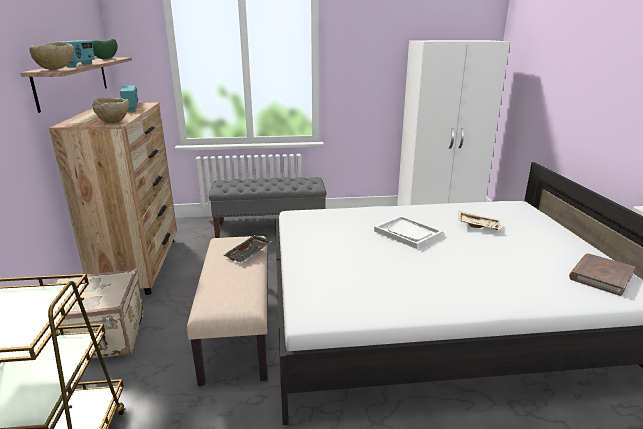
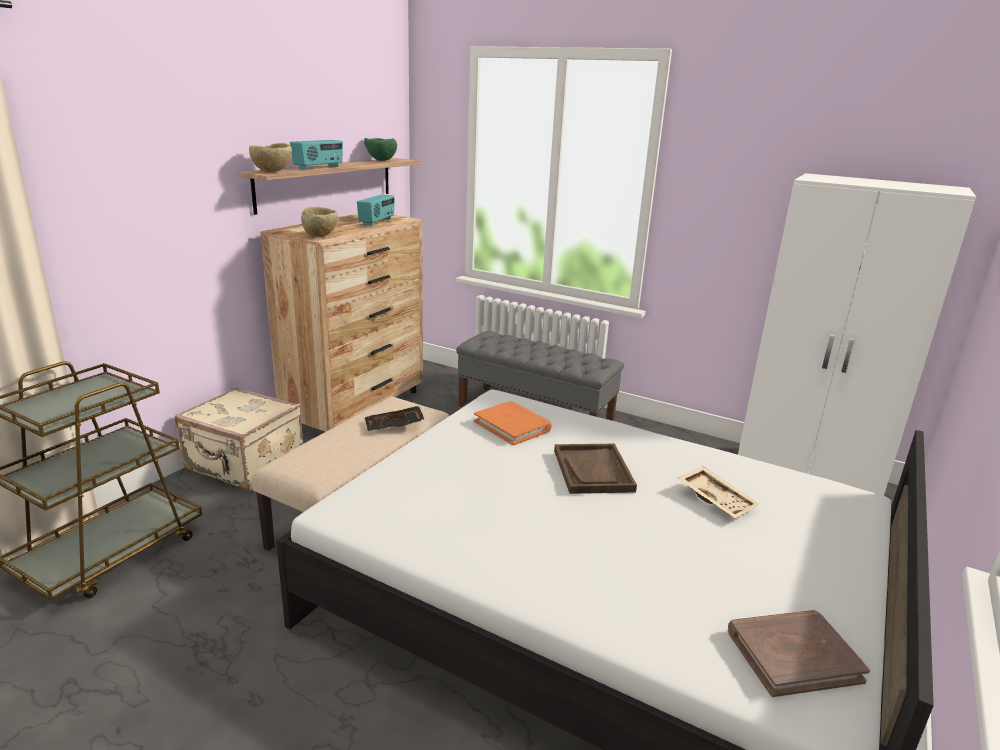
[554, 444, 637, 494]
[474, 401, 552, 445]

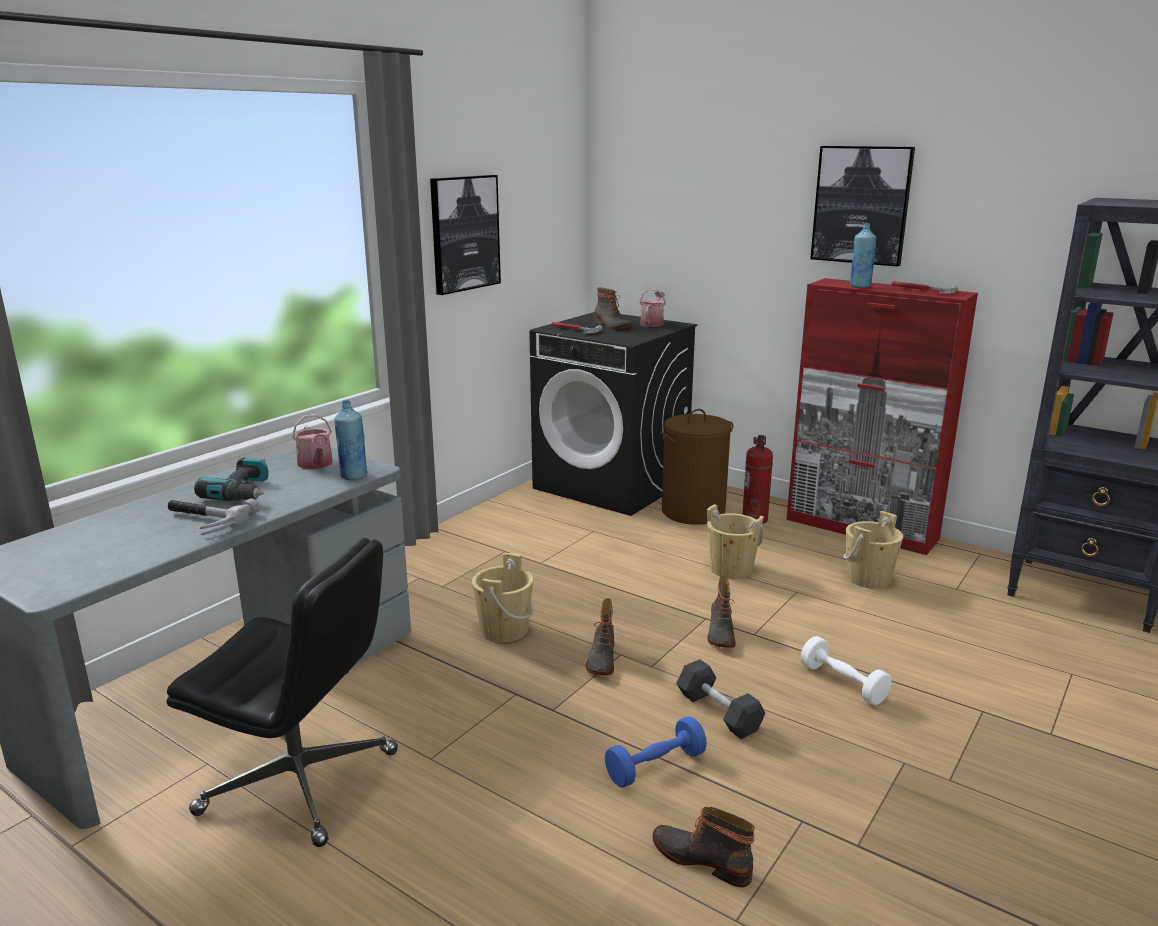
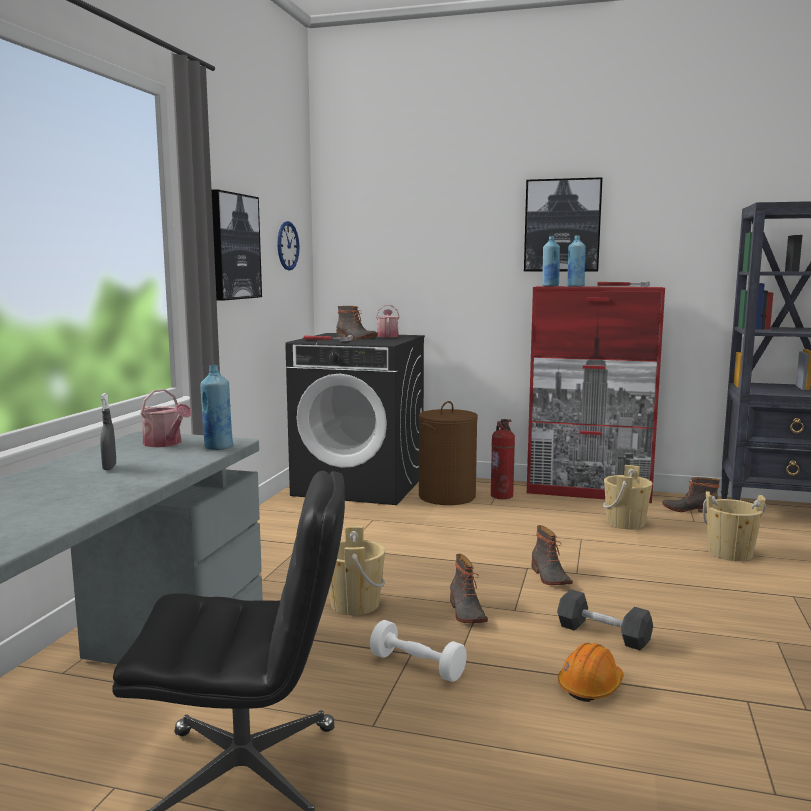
[168, 498, 260, 535] (first image)
[100, 393, 116, 470]
[558, 643, 623, 702]
[662, 477, 720, 513]
[703, 491, 766, 561]
[370, 620, 467, 682]
[277, 221, 299, 270]
[542, 236, 560, 286]

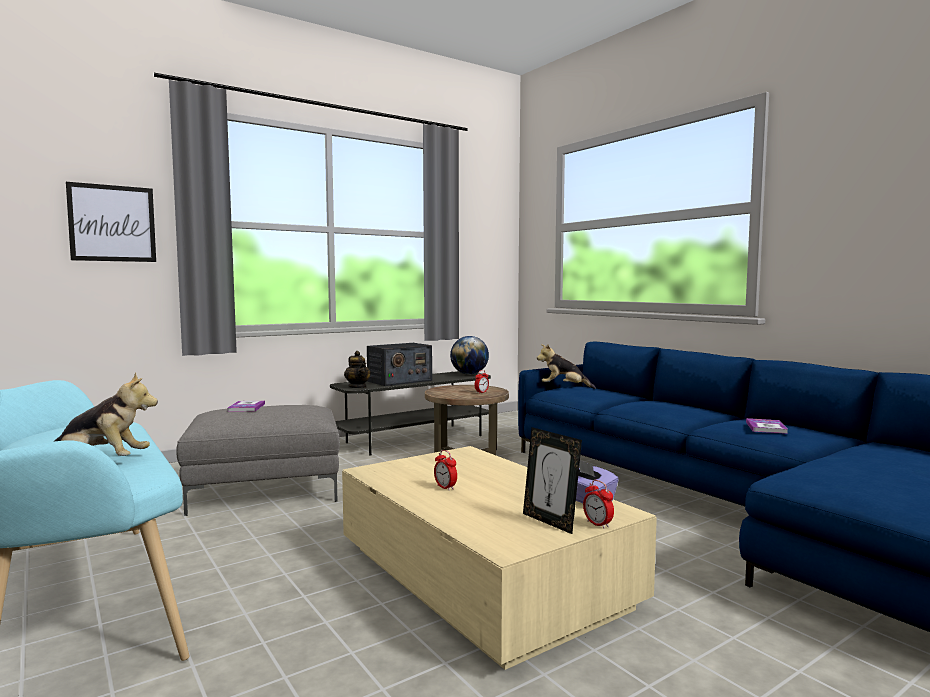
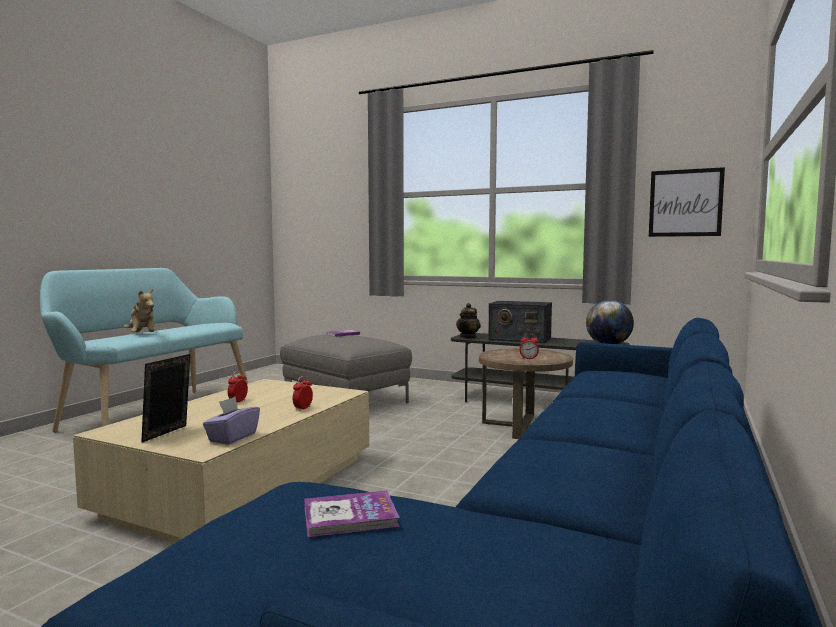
[649, 167, 725, 237]
[537, 344, 596, 389] (first image)
[293, 376, 313, 411]
[304, 491, 400, 537]

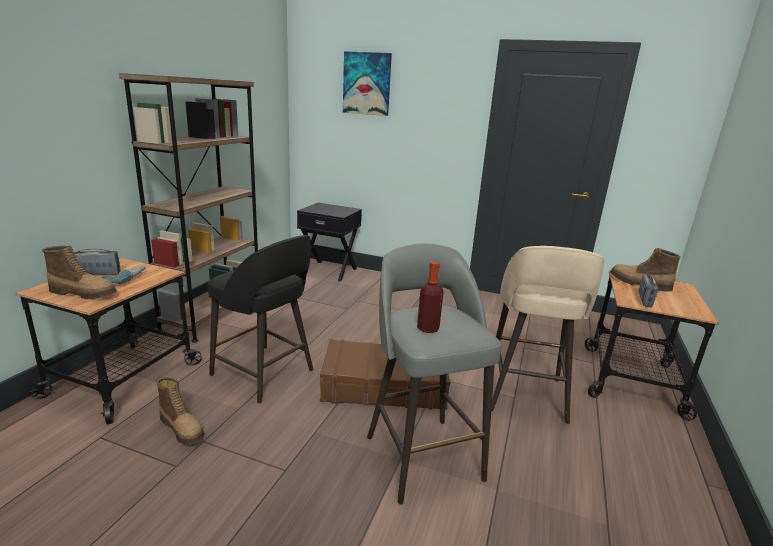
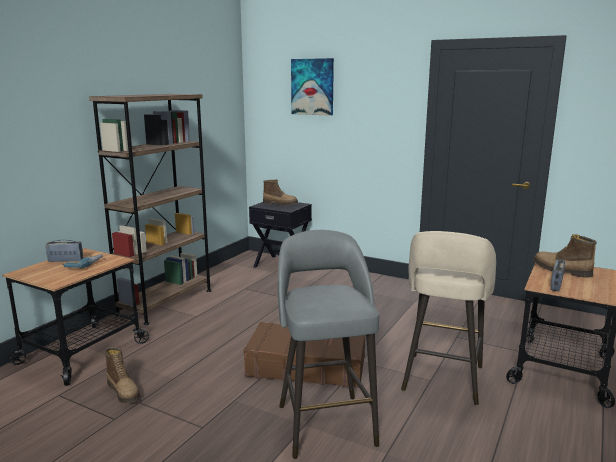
[263, 179, 298, 206]
[208, 235, 313, 403] (first image)
[417, 261, 444, 333] (first image)

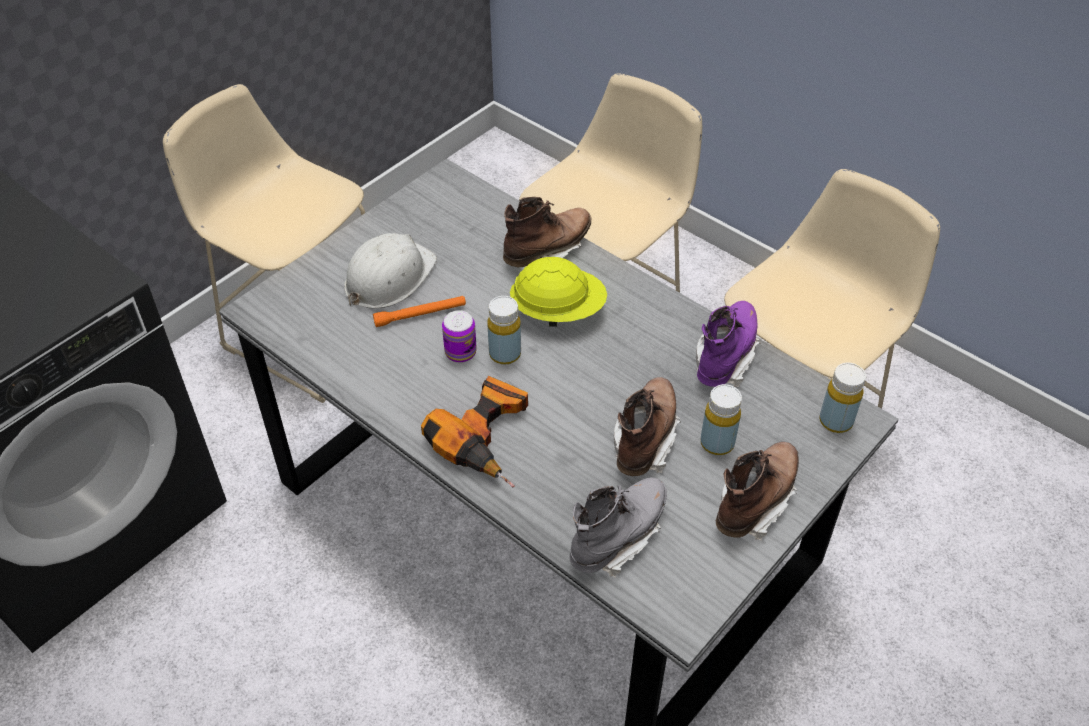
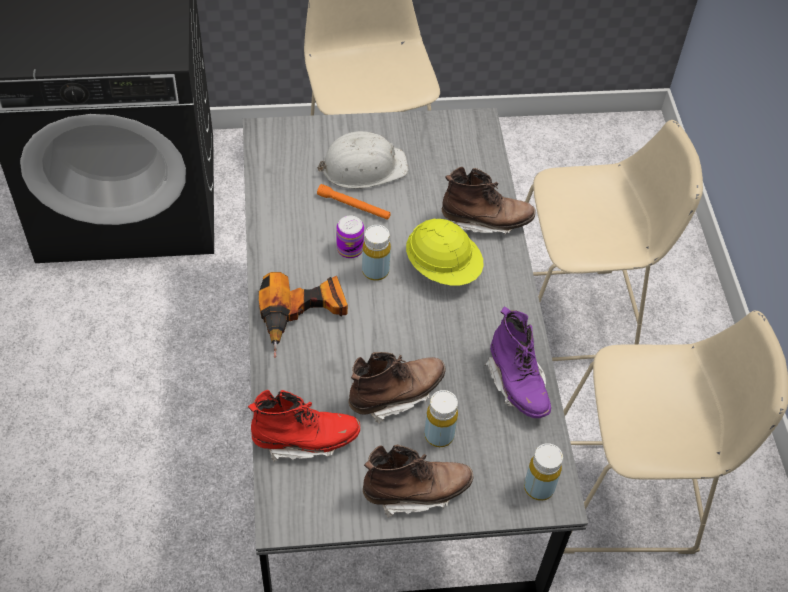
[248, 390, 360, 462]
[484, 306, 551, 418]

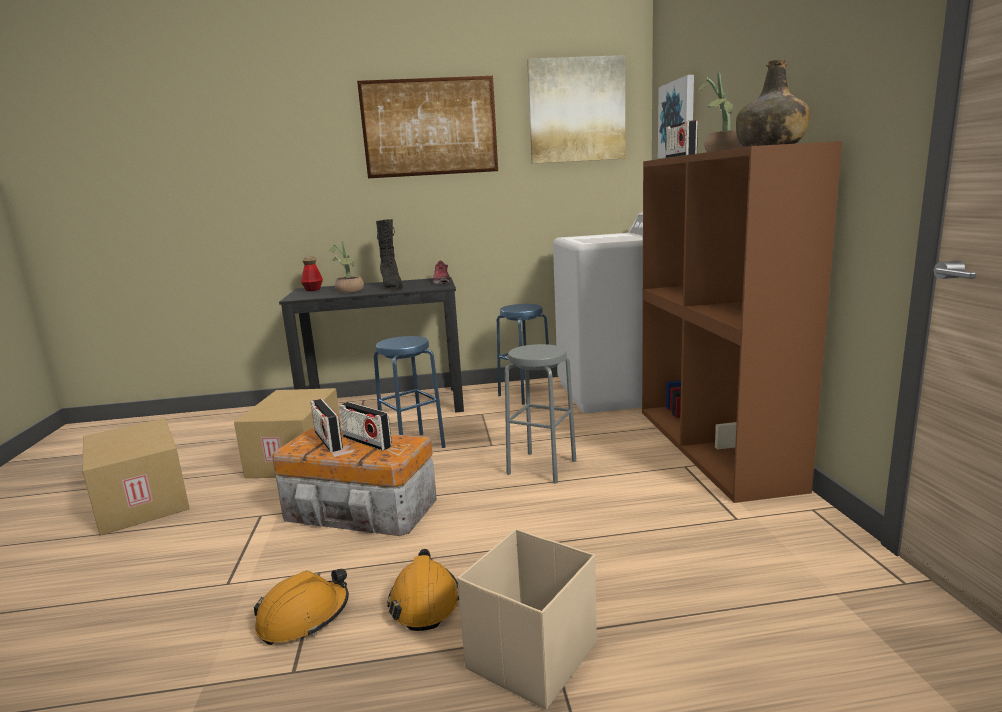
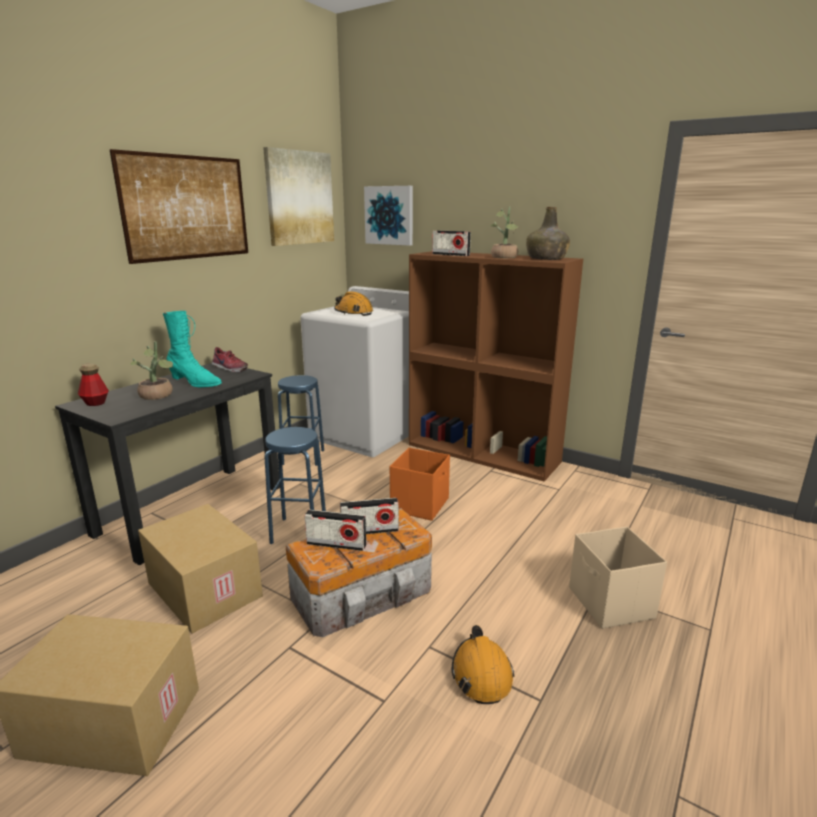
[163, 311, 222, 388]
[334, 291, 373, 316]
[390, 448, 450, 521]

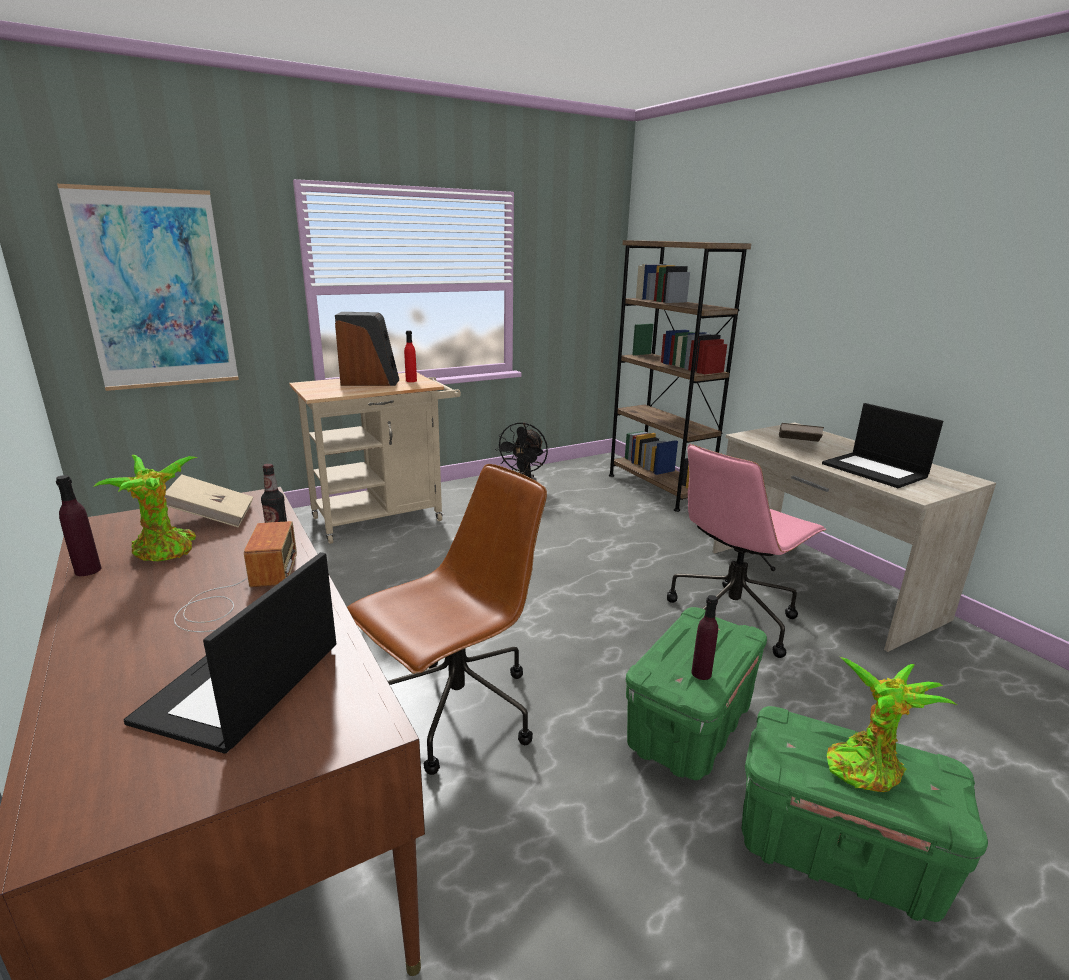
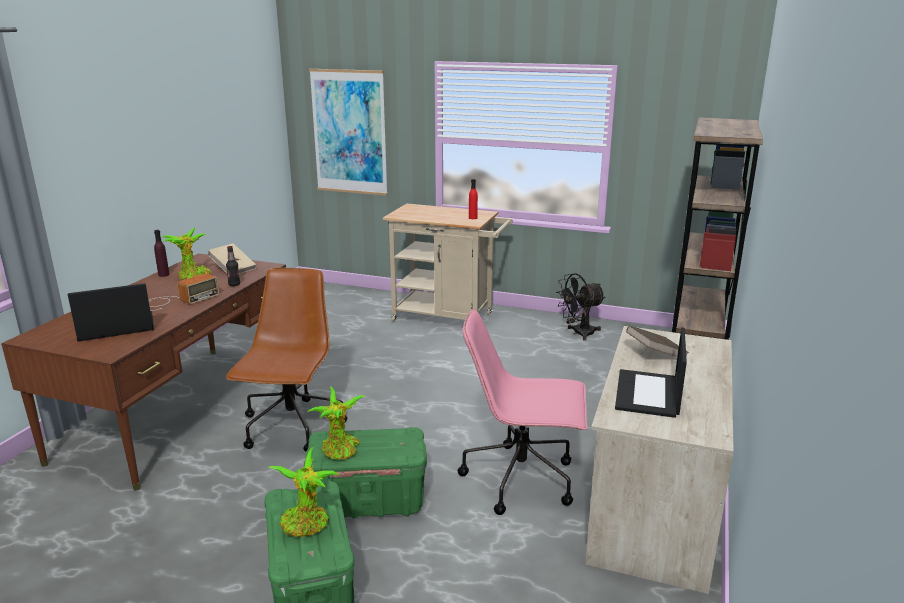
[335, 312, 399, 386] (first image)
[226, 268, 347, 452]
[307, 387, 366, 460]

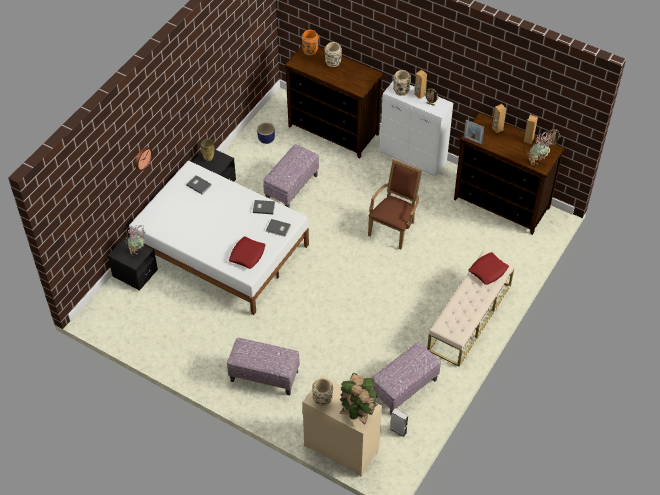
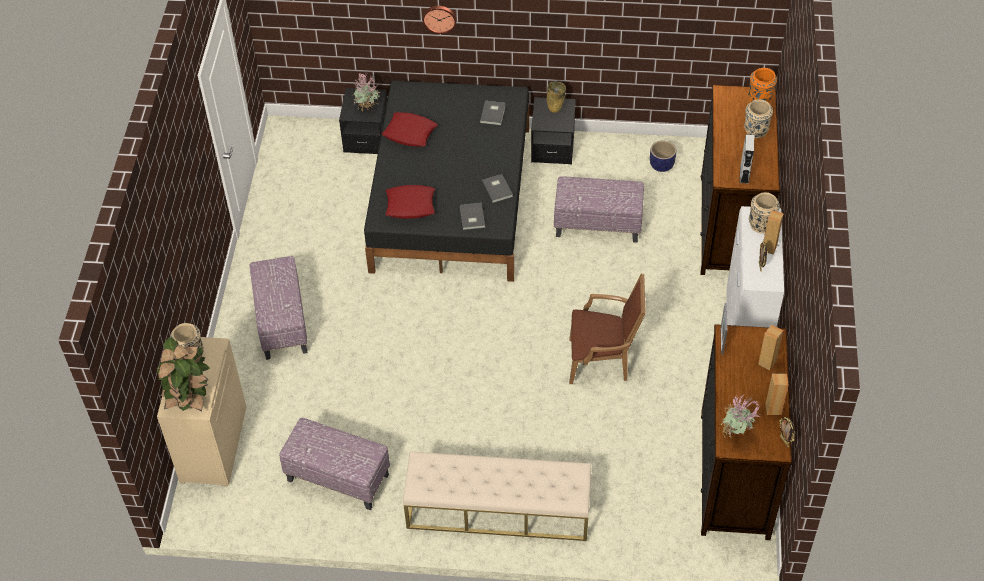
[364, 81, 529, 282]
[740, 134, 754, 184]
[382, 112, 437, 147]

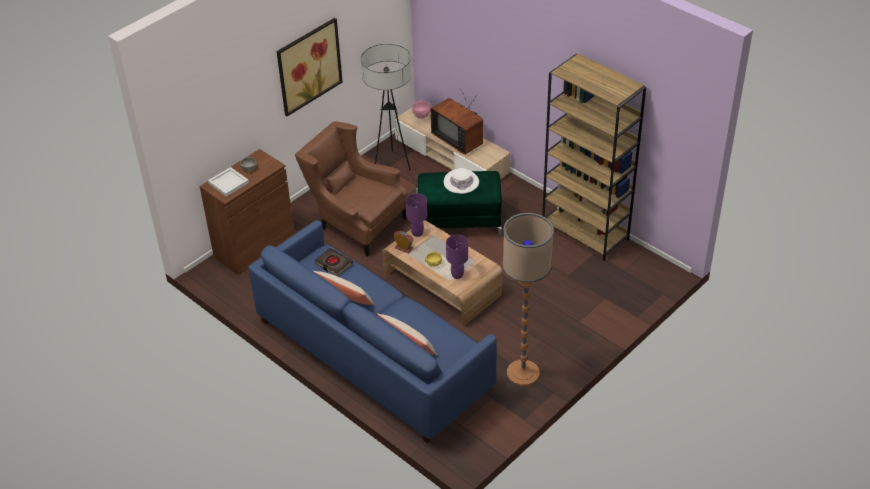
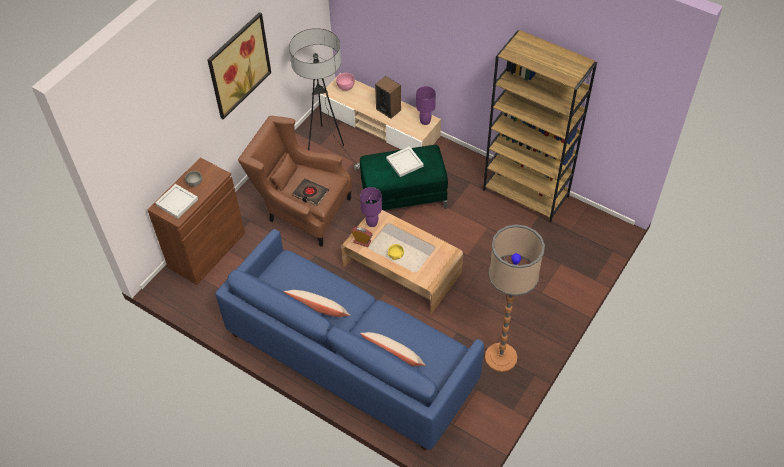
[293, 178, 329, 206]
[375, 76, 401, 119]
[386, 146, 424, 177]
[416, 86, 436, 125]

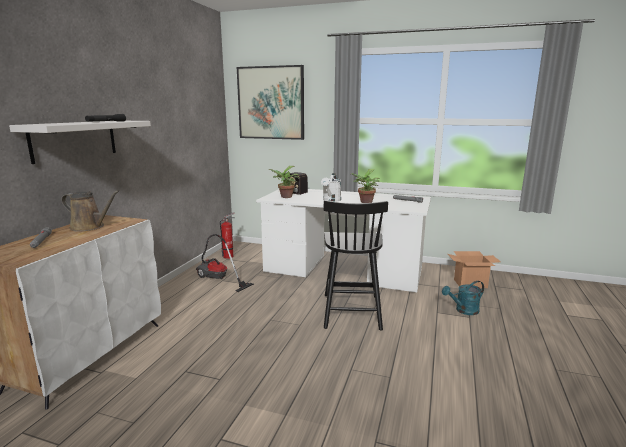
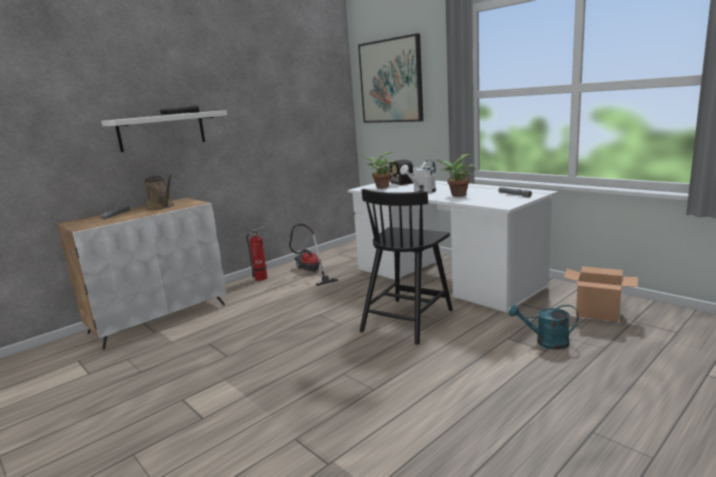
[247, 225, 267, 281]

